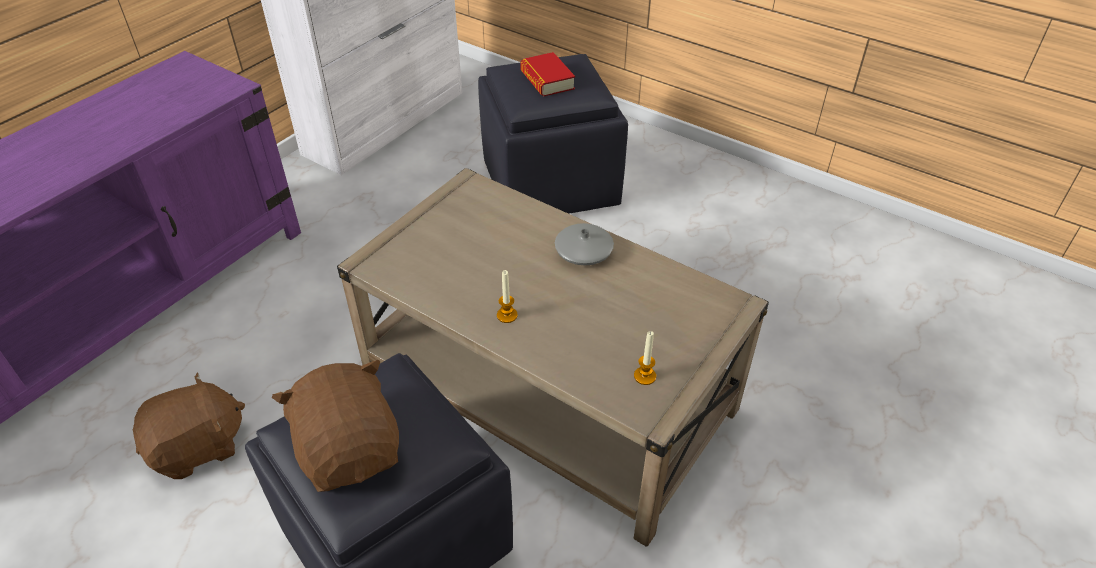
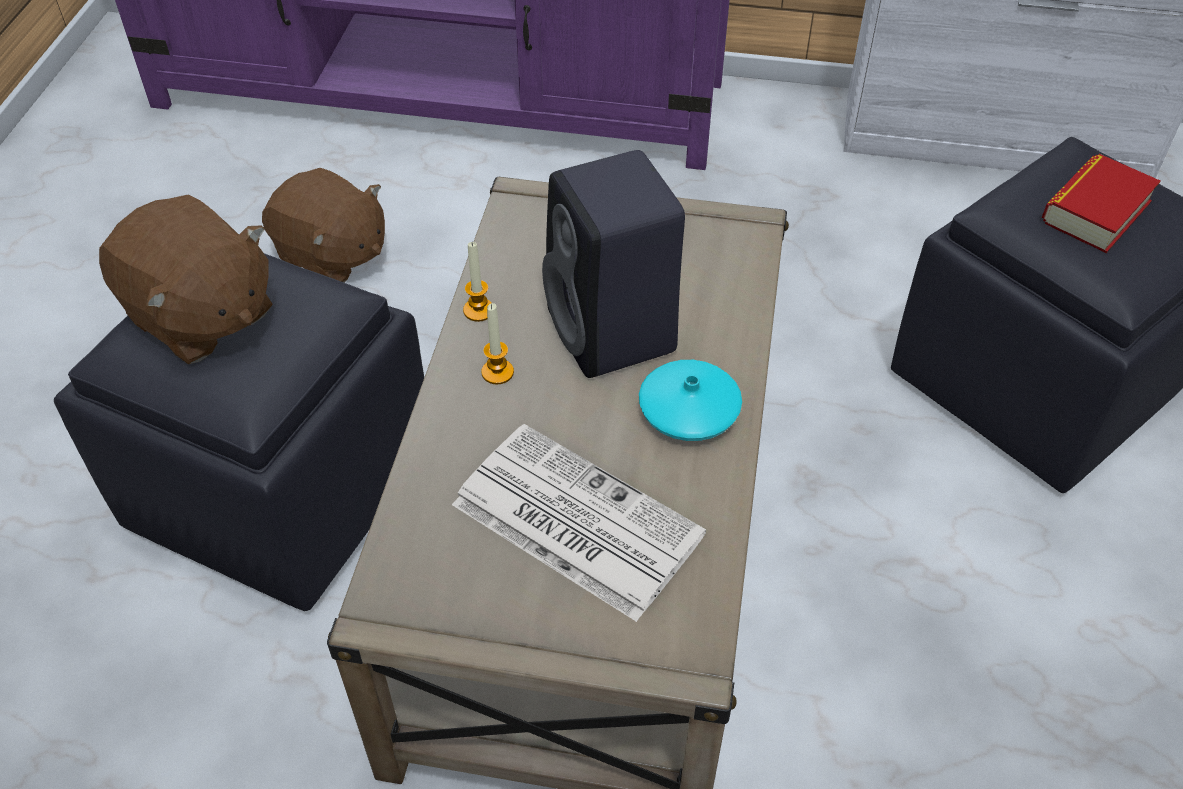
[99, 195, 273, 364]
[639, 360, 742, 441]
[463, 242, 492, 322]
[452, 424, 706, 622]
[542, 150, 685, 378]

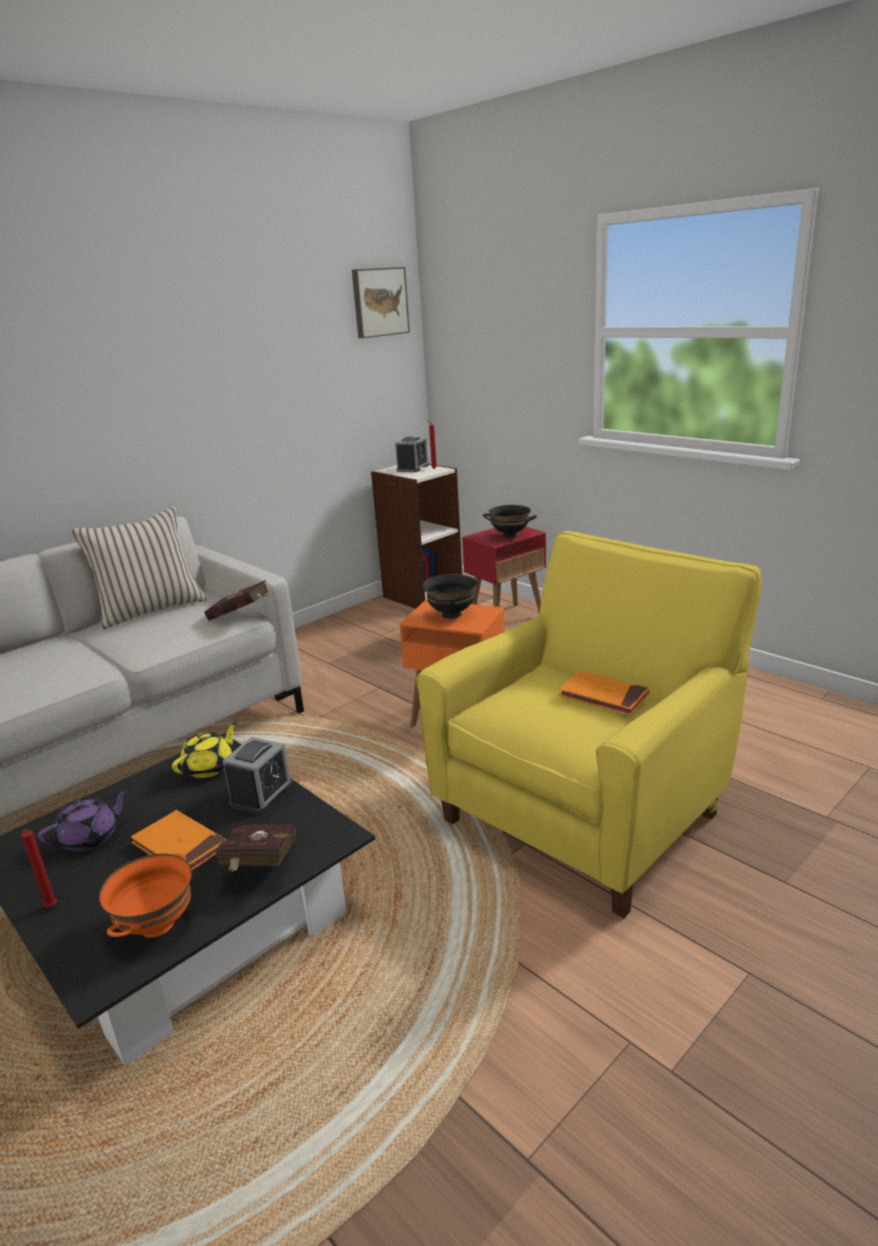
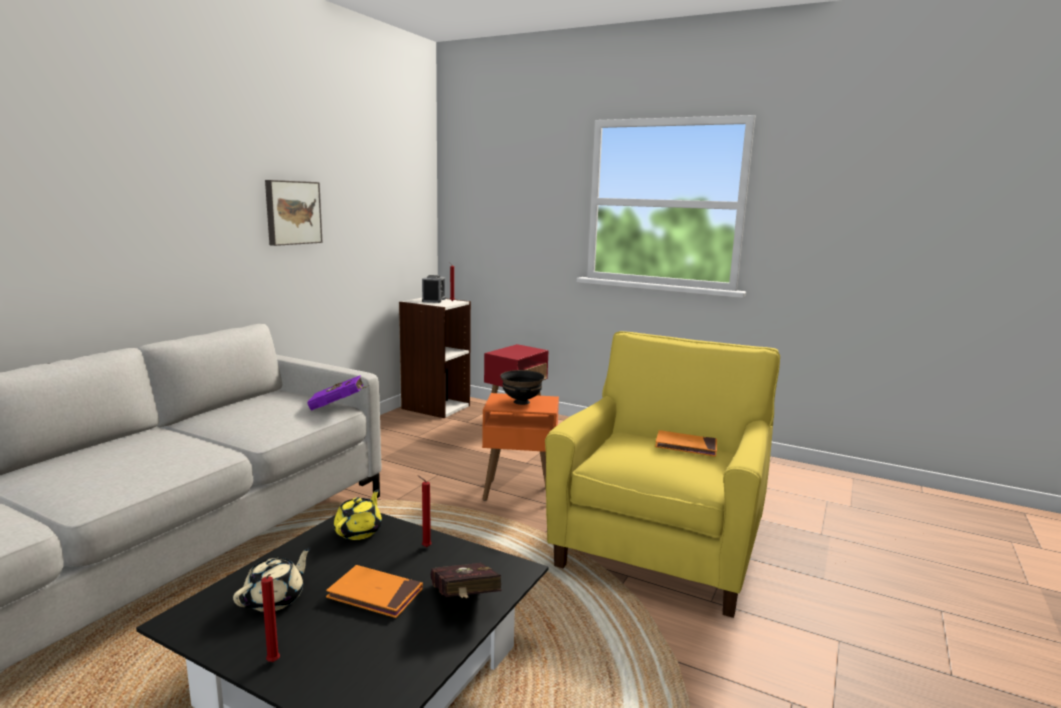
[233, 547, 311, 612]
[70, 506, 207, 629] (first image)
[99, 853, 192, 938] (first image)
[307, 375, 370, 411]
[417, 475, 432, 547]
[265, 180, 323, 246]
[483, 505, 537, 538] (first image)

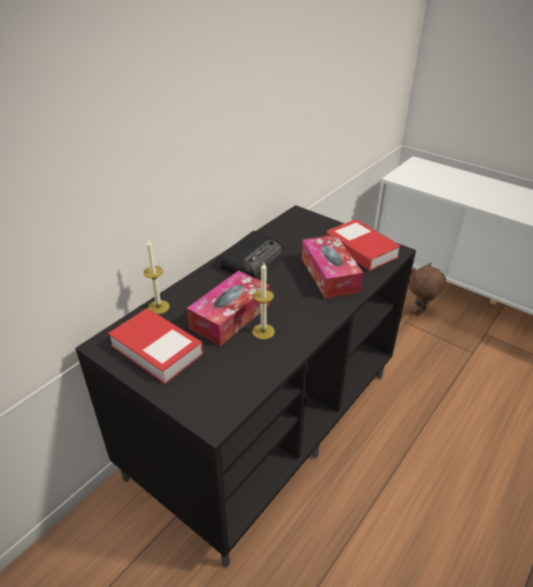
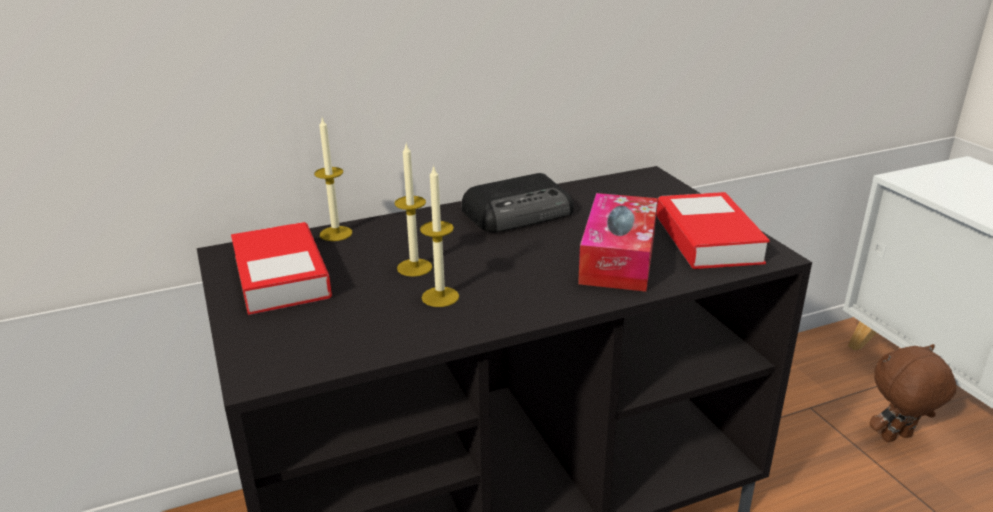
[394, 144, 432, 277]

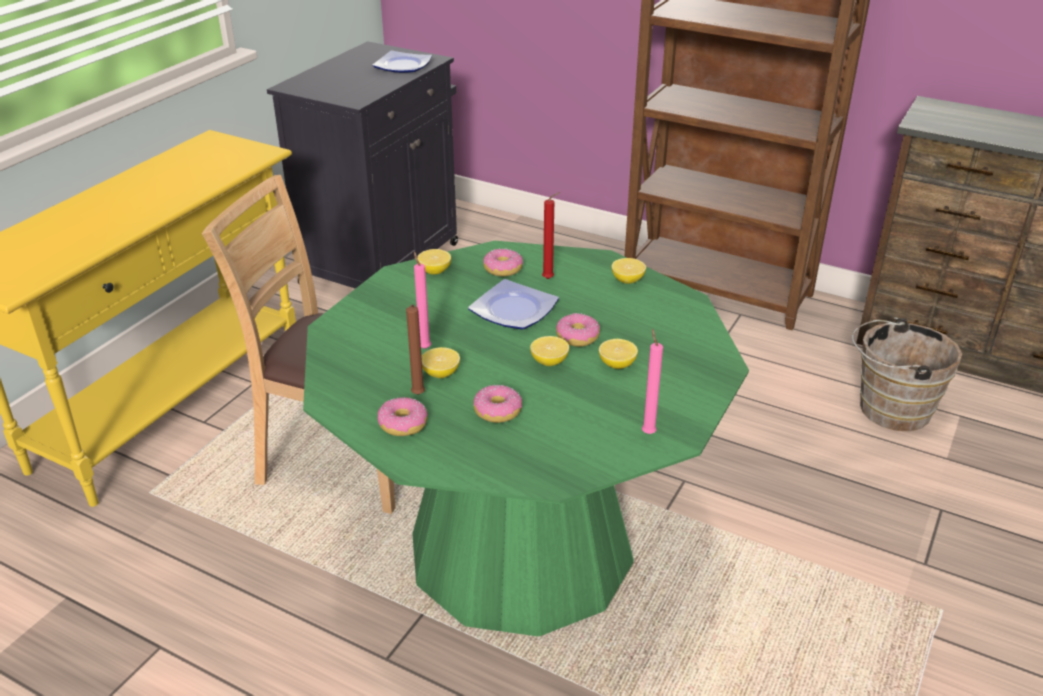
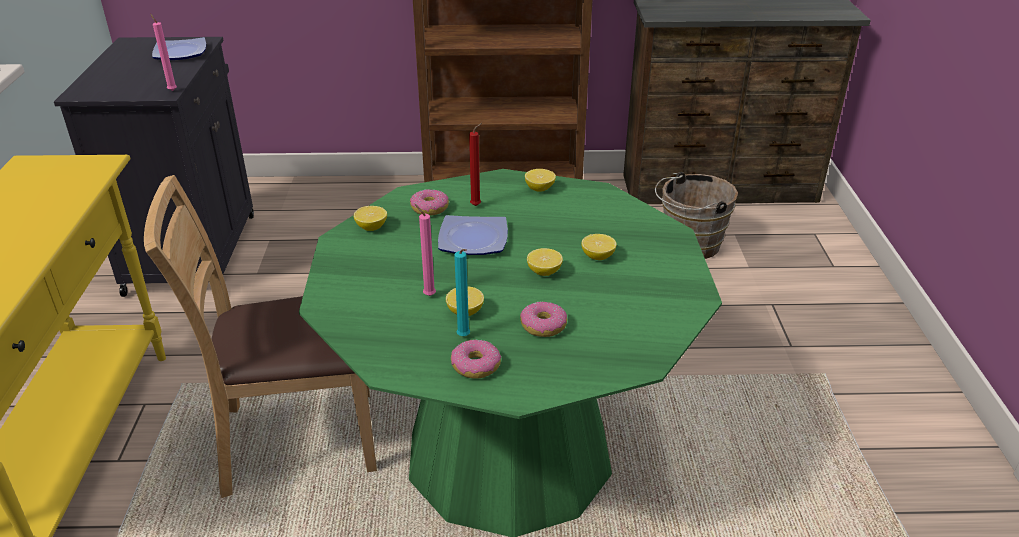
[454, 249, 470, 337]
[556, 313, 600, 347] (first image)
[151, 14, 177, 91]

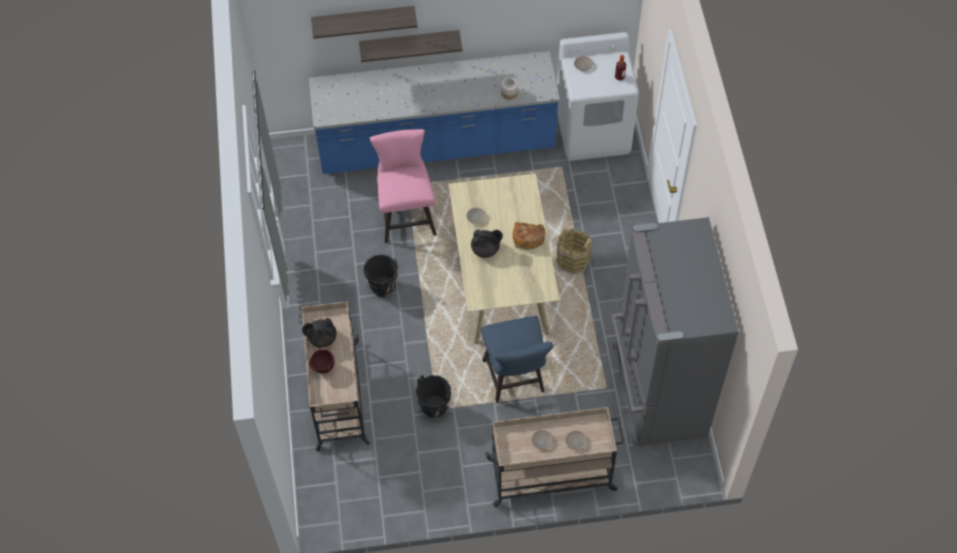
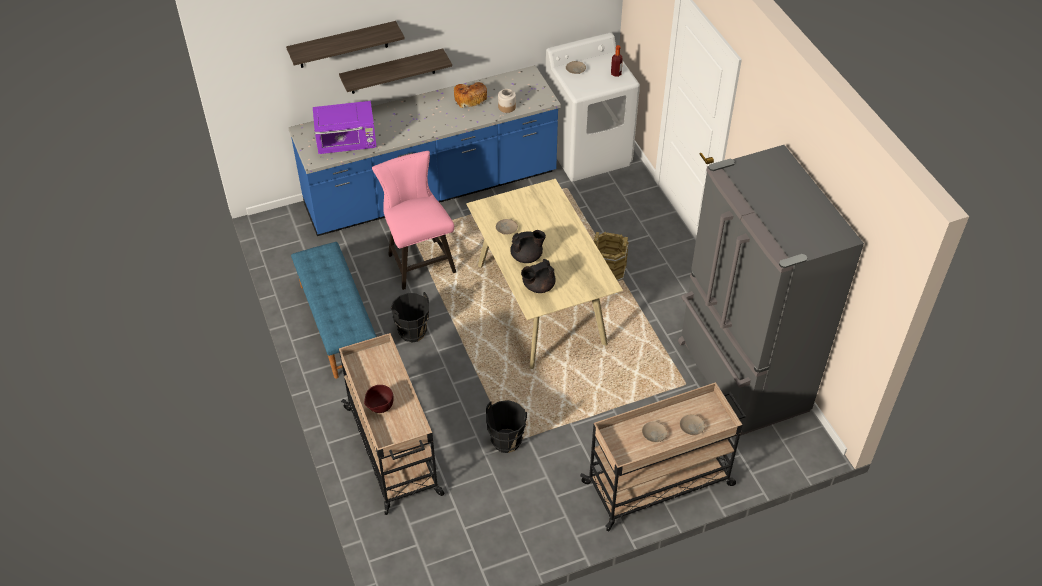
[521, 259, 556, 293]
[481, 316, 554, 402] (first image)
[453, 82, 487, 108]
[291, 242, 376, 379]
[313, 101, 377, 154]

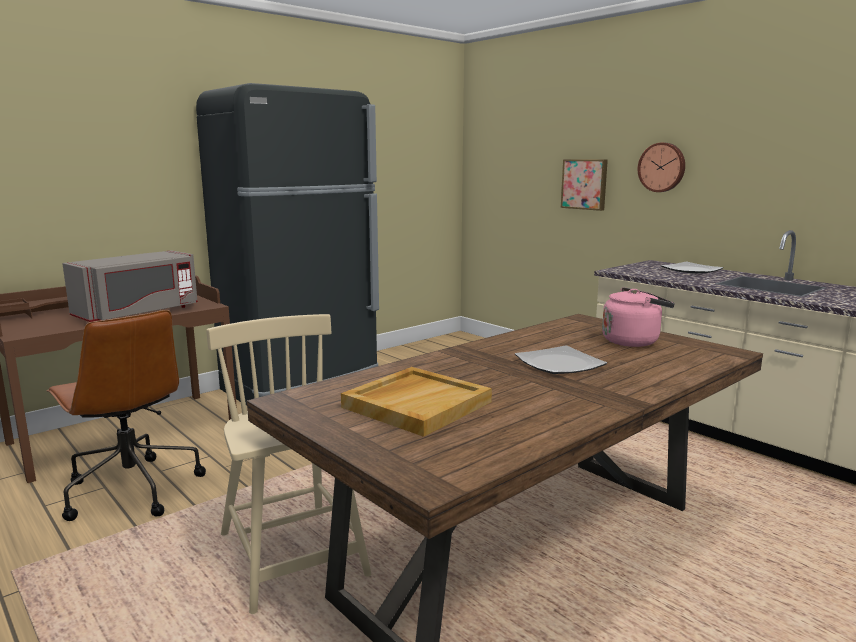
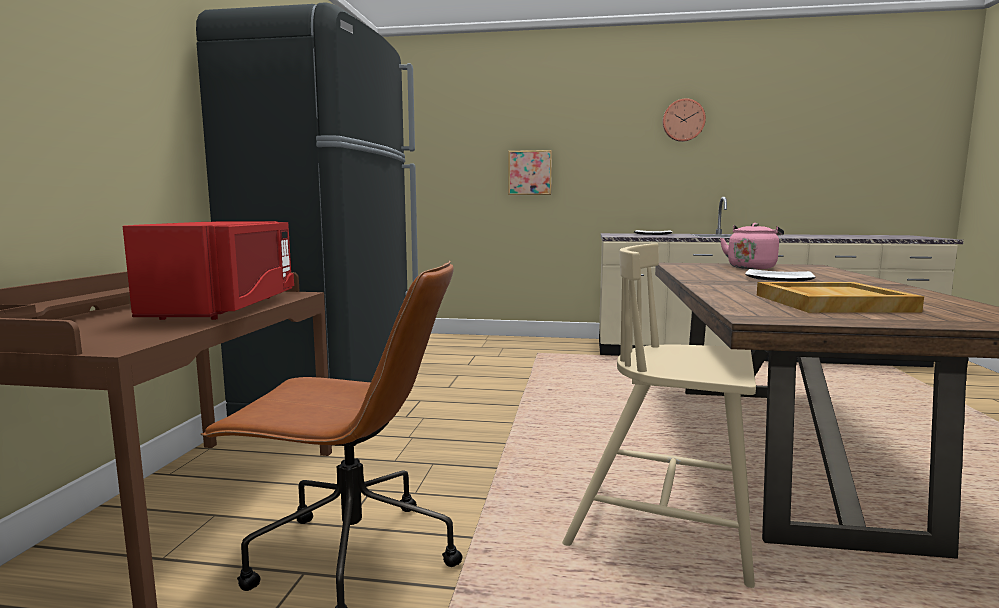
[123, 221, 294, 320]
[663, 99, 706, 142]

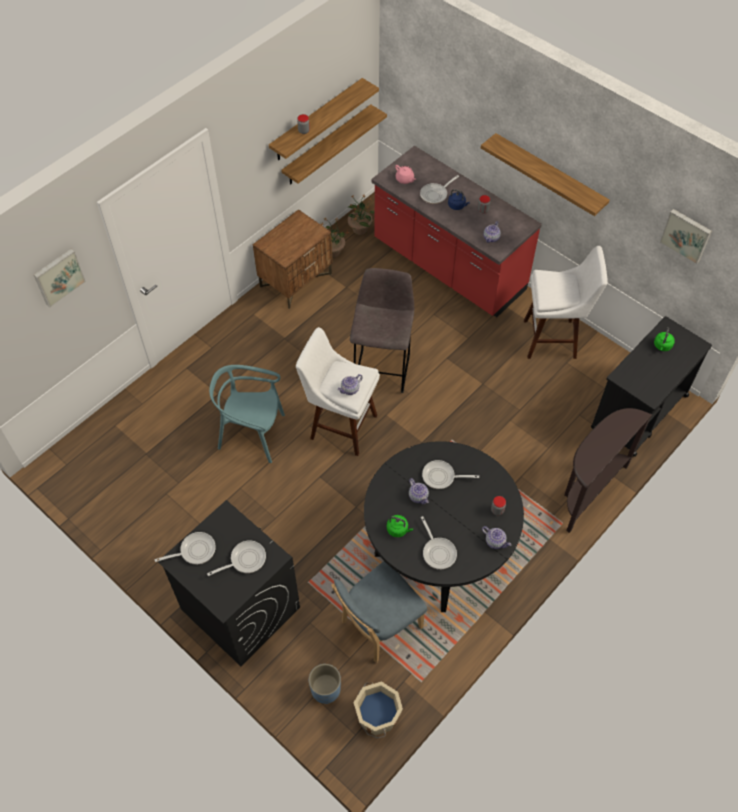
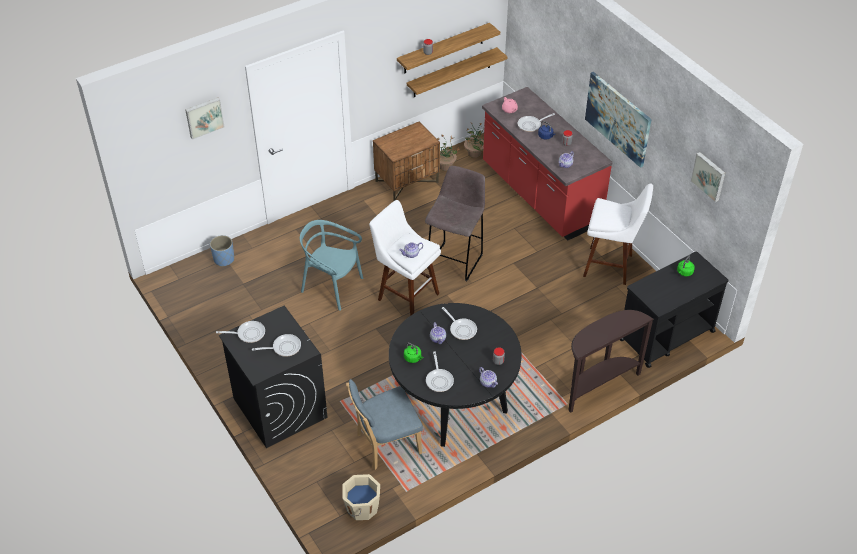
[210, 235, 234, 267]
[442, 307, 477, 340]
[585, 72, 652, 168]

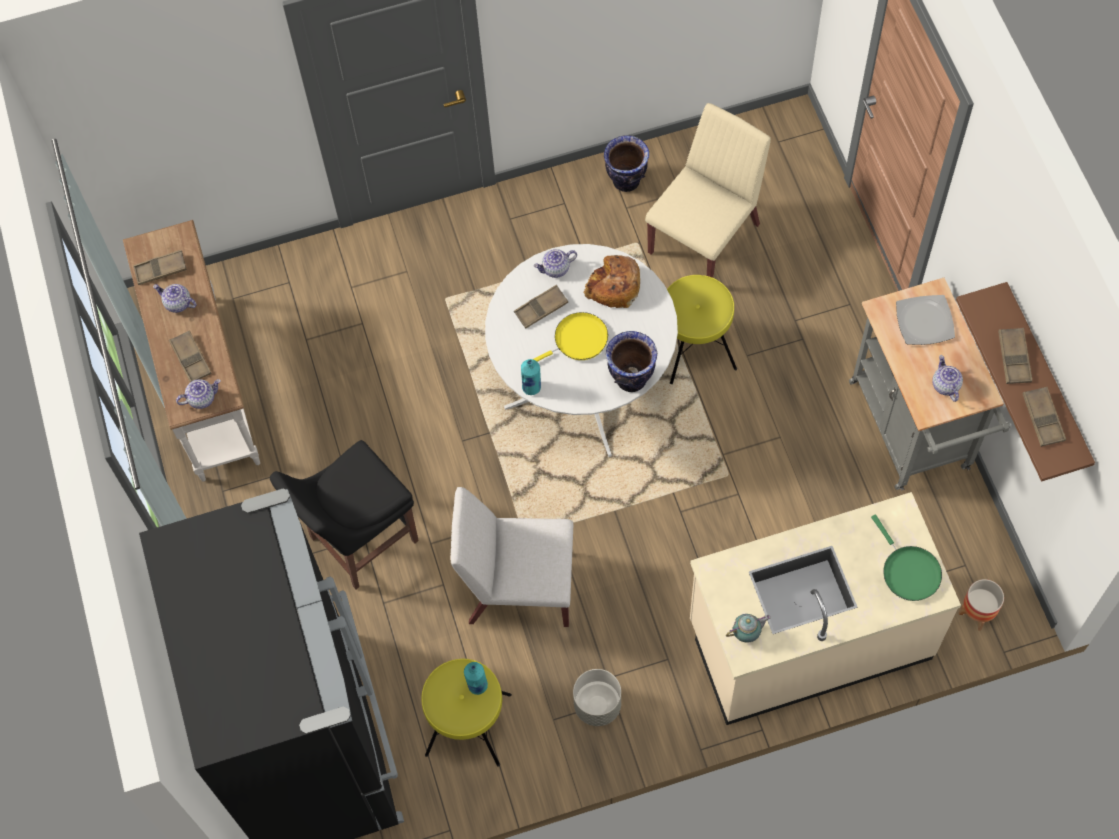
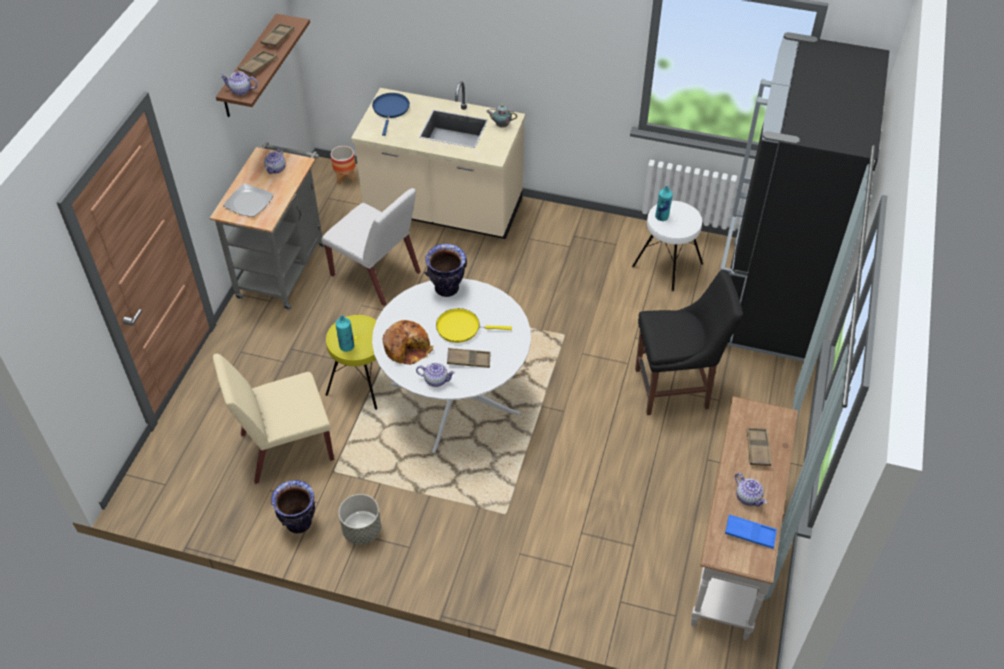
[725, 514, 777, 549]
[220, 72, 258, 95]
[632, 201, 703, 291]
[322, 188, 421, 306]
[336, 315, 355, 352]
[339, 494, 381, 545]
[372, 93, 410, 136]

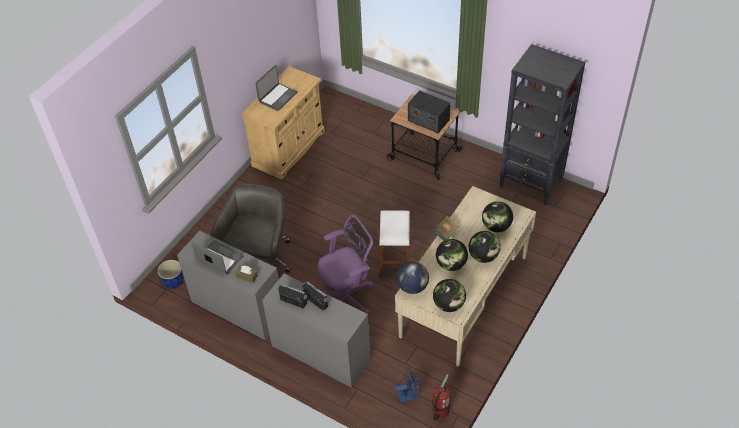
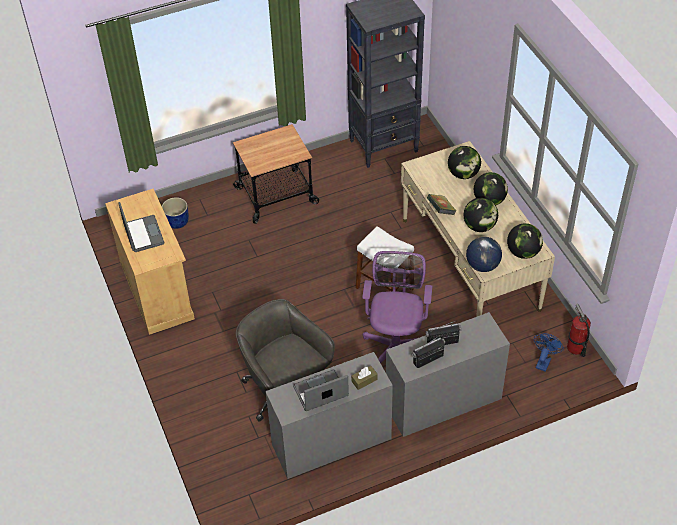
[162, 197, 189, 229]
[408, 90, 451, 133] (first image)

